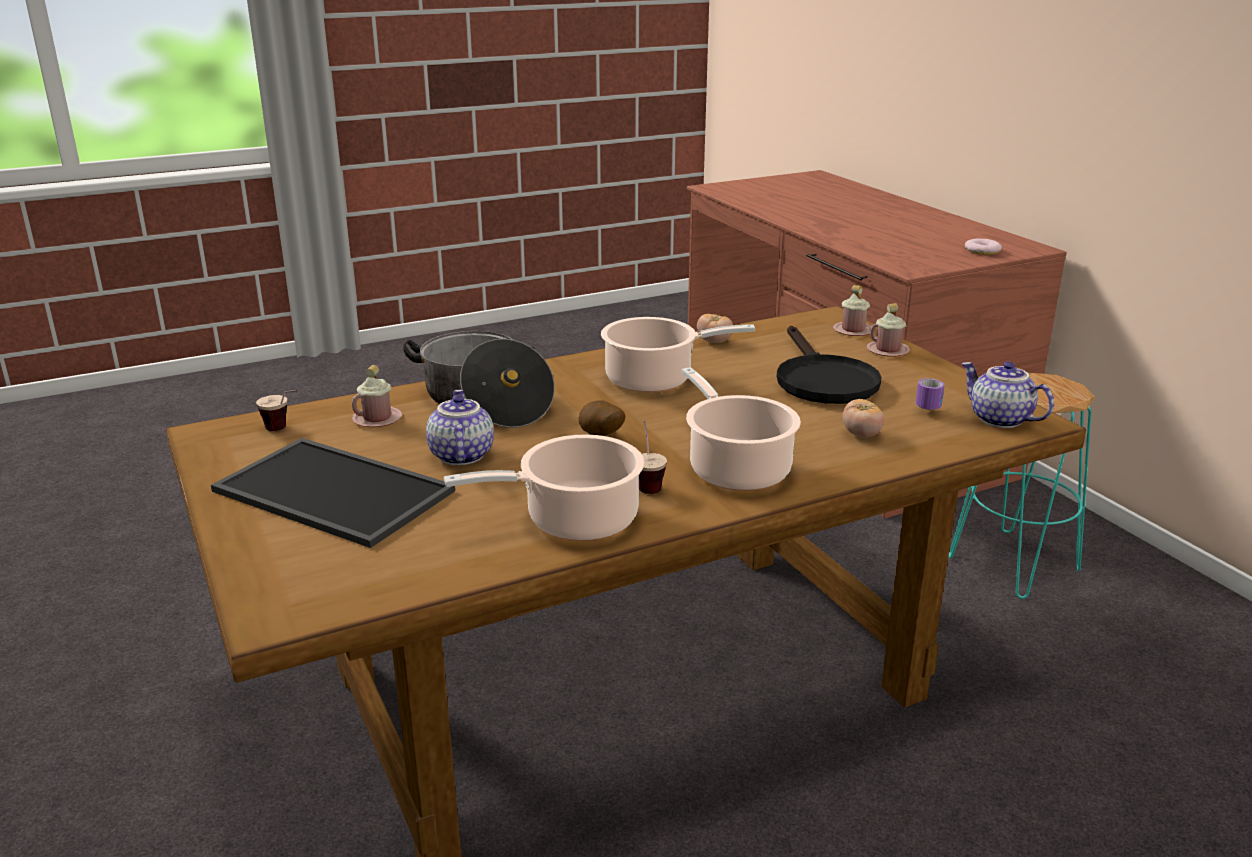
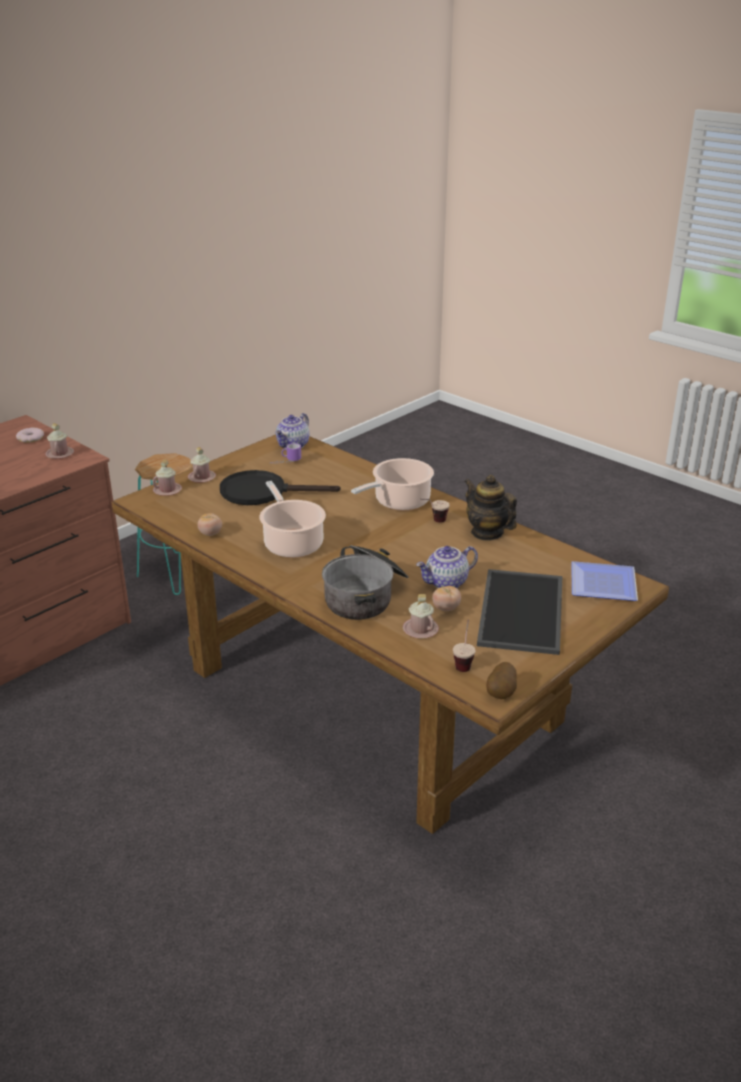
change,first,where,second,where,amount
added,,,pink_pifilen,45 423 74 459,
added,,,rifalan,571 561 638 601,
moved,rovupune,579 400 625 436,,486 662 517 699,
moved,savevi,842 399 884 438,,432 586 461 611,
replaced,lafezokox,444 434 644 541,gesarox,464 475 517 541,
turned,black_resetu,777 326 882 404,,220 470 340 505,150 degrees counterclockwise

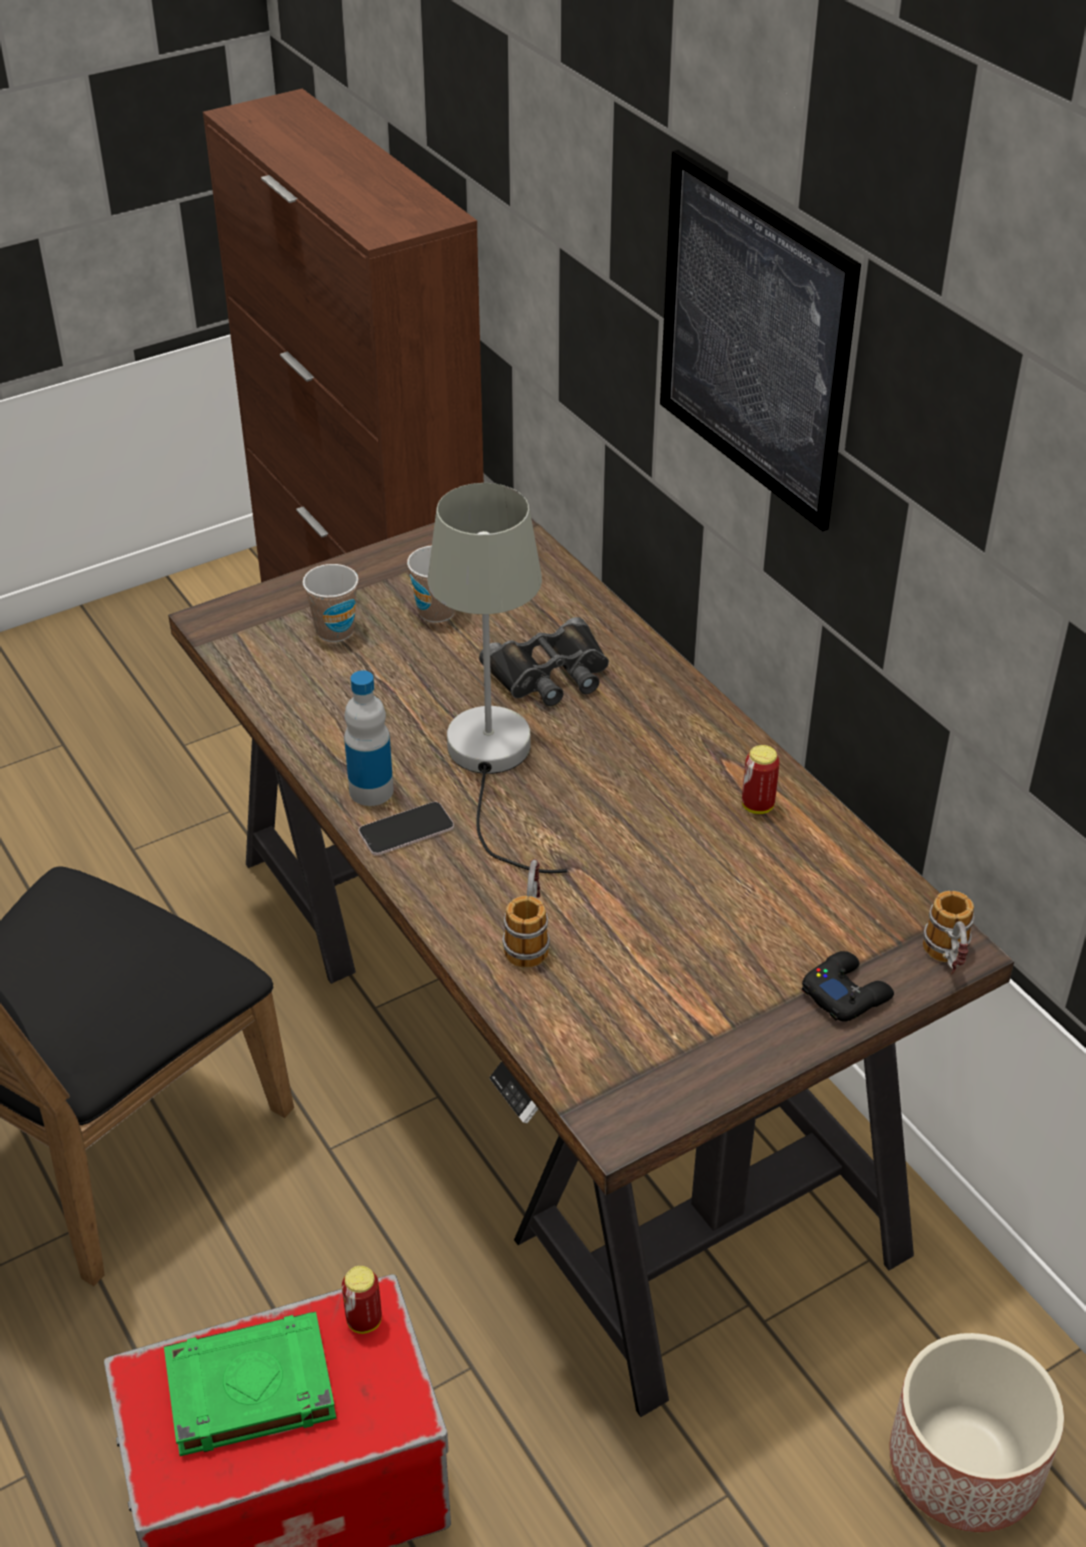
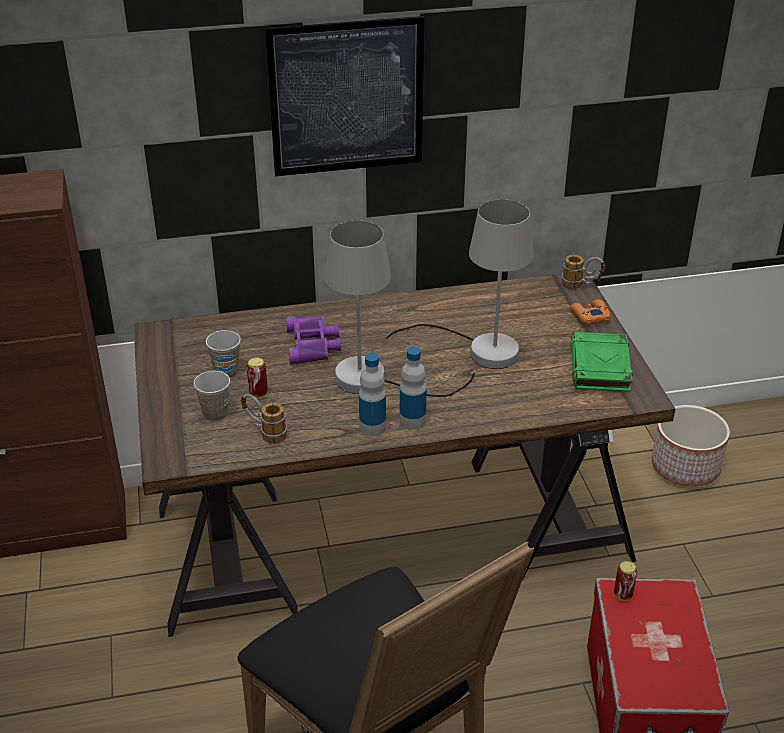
change,first,where,second,where,amount
added,,,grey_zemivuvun,385 199 534 369,
moved,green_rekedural,164 1311 336 1456,,570 332 633 392,
moved,pifilen,502 859 550 968,,241 394 287 444,
moved,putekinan,742 745 780 814,,247 358 268 399,
replaced,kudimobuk,358 802 454 856,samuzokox,400 347 427 430,
recoloured,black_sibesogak,479 617 609 706,purple_sibesogak,286 316 341 365,
recoloured,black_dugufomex,802 951 894 1022,orange_dugufomex,570 299 611 324,

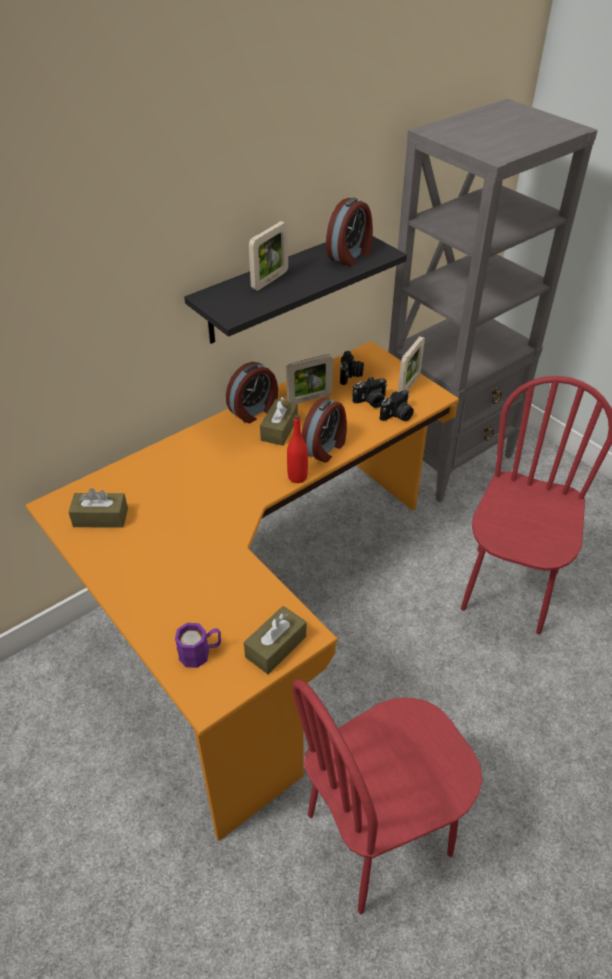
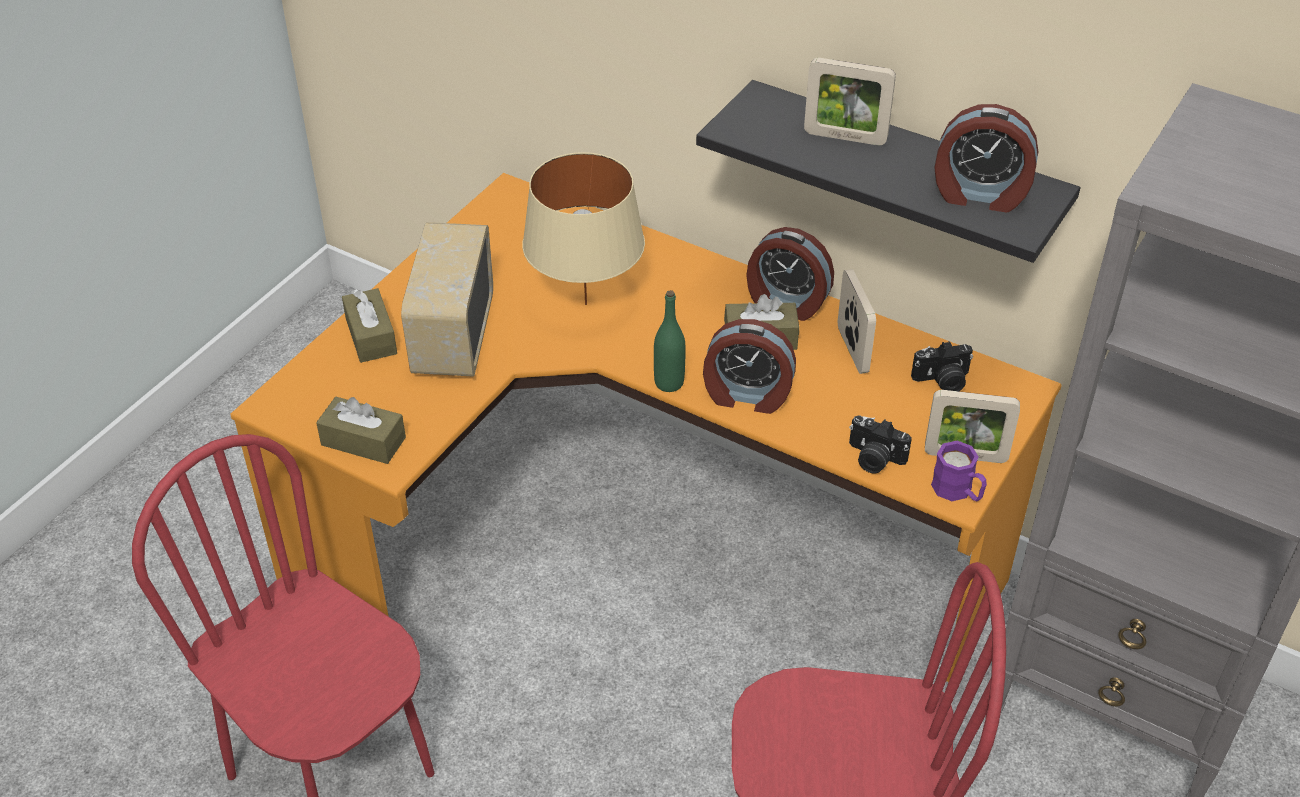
change,first,where,second,where,amount
removed,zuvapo,352 377 387 408,,,
added,,,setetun,401 222 493 377,
added,,,beige_zemivuvun,522 152 645 305,
moved,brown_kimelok,68 488 128 527,,342 288 397 363,
moved,purple_pifilen,175 623 221 668,,931 441 987 501,
recoloured,red_samuzokox,287 415 308 483,green_samuzokox,654 290 686 392,
turned,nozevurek,286 354 333 404,,838 269 876 374,150 degrees counterclockwise

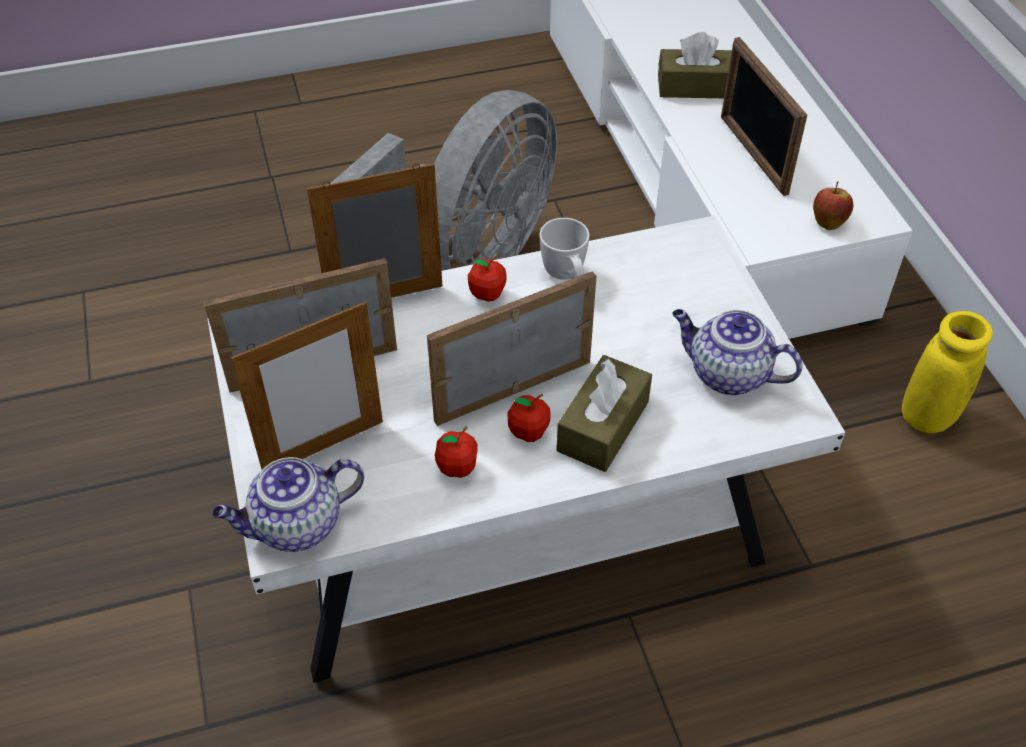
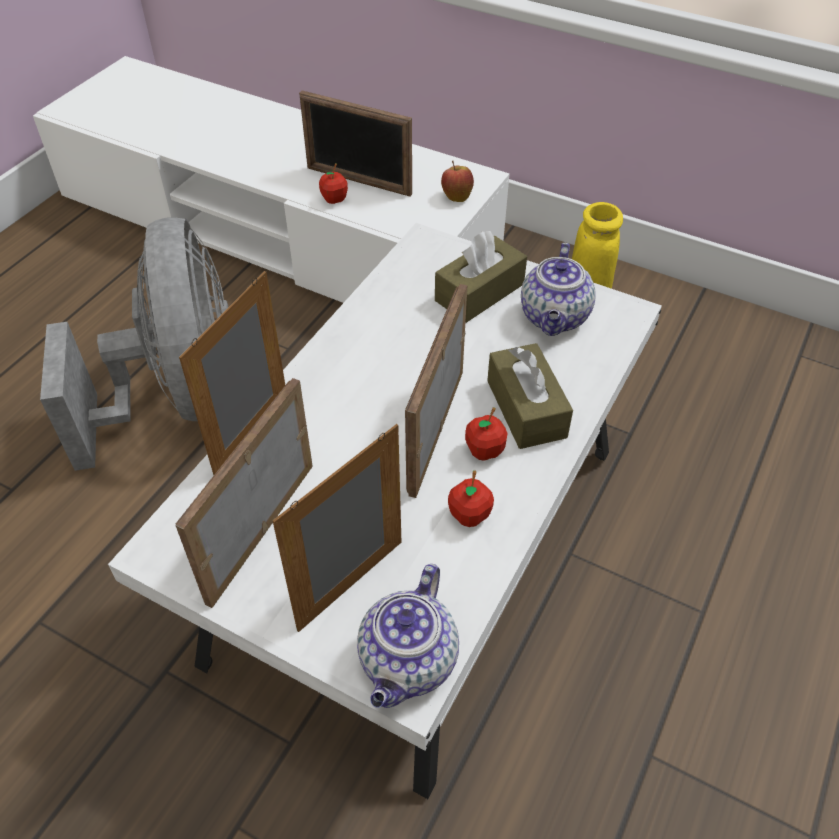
change,first,where,second,where,amount
removed,white_pifilen,540 218 590 280,,,
moved,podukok,468 254 507 302,,319 163 348 204,
moved,brown_kimelok,658 32 732 98,,435 231 527 323,
turned,nozevurek,231 301 383 470,,273 424 401 632,150 degrees counterclockwise
turned,gesarox,672 309 803 396,,521 243 596 336,60 degrees counterclockwise

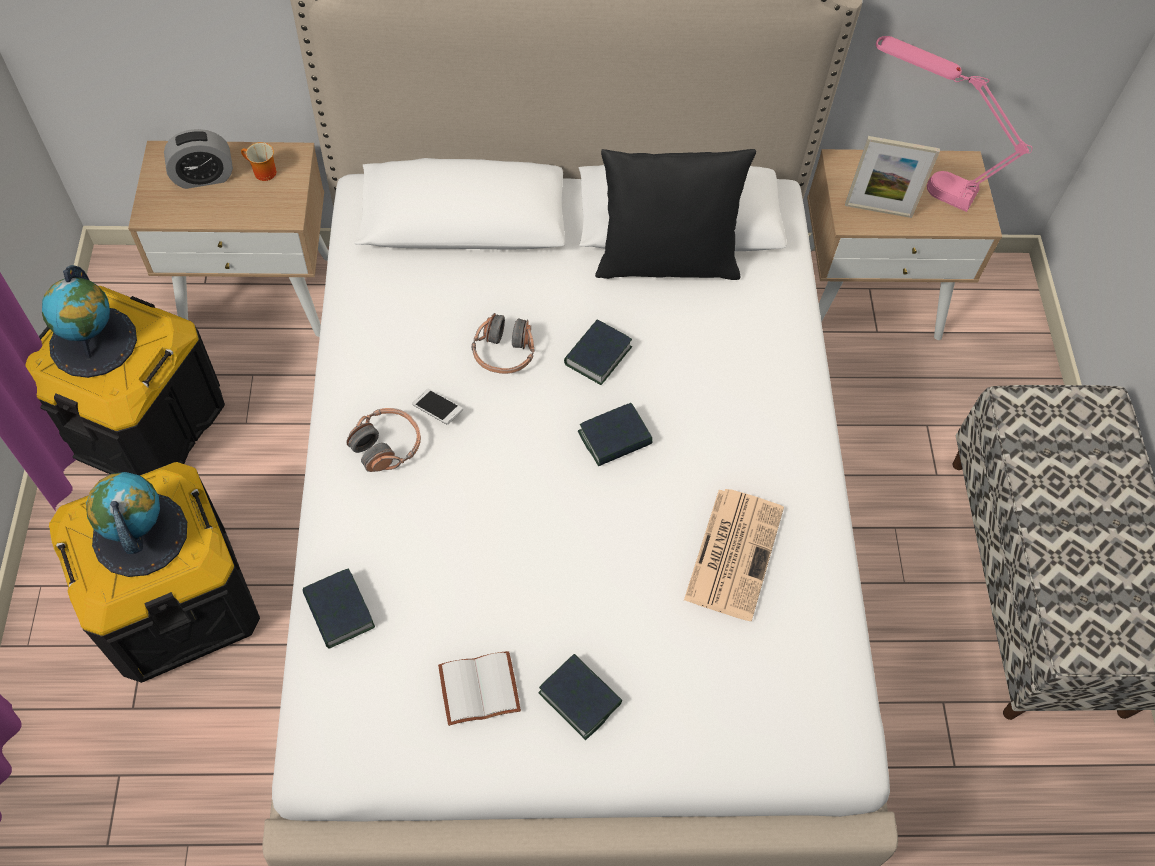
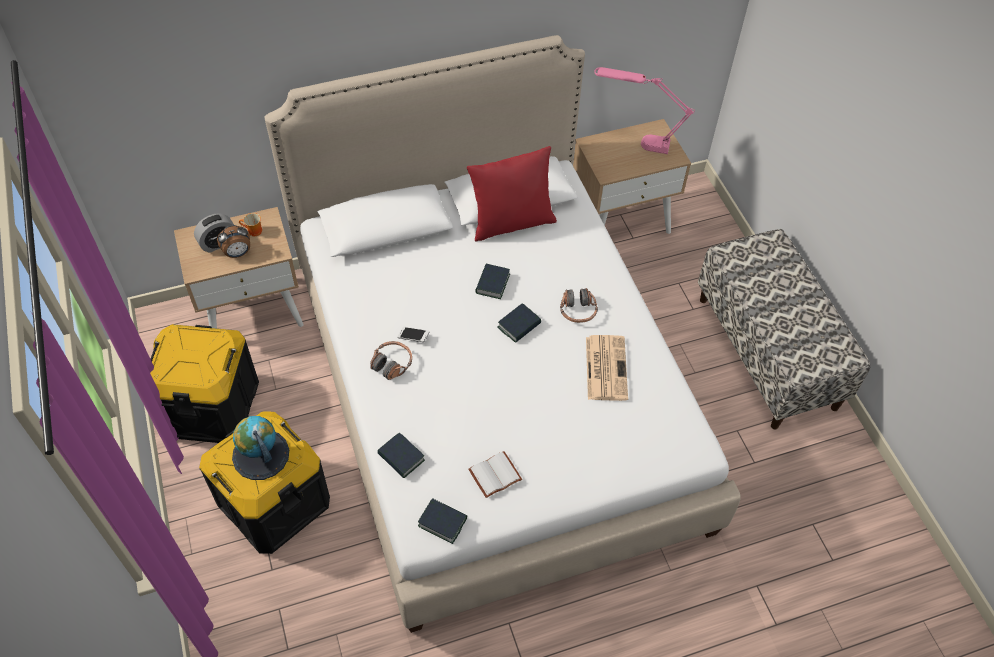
change,first,where,second,where,amount
removed,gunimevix,42 265 137 378,,,
removed,nozevurek,845 136 940 218,,,
added,,,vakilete,217 225 250 258,
moved,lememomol,472 313 535 374,,560 288 598 323,
moved,rekedural,539 654 622 740,,418 498 467 544,
recoloured,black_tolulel,595 149 756 280,red_tolulel,467 146 557 241,

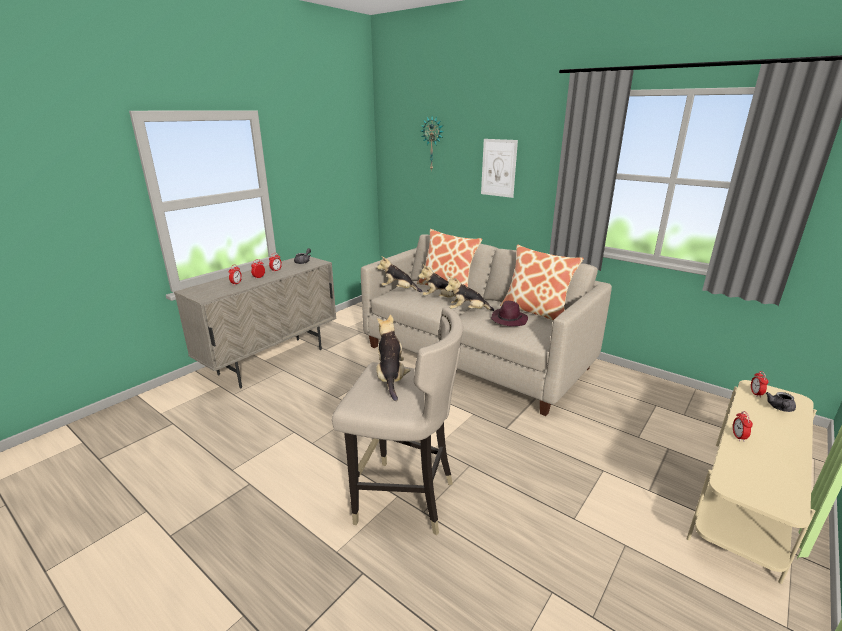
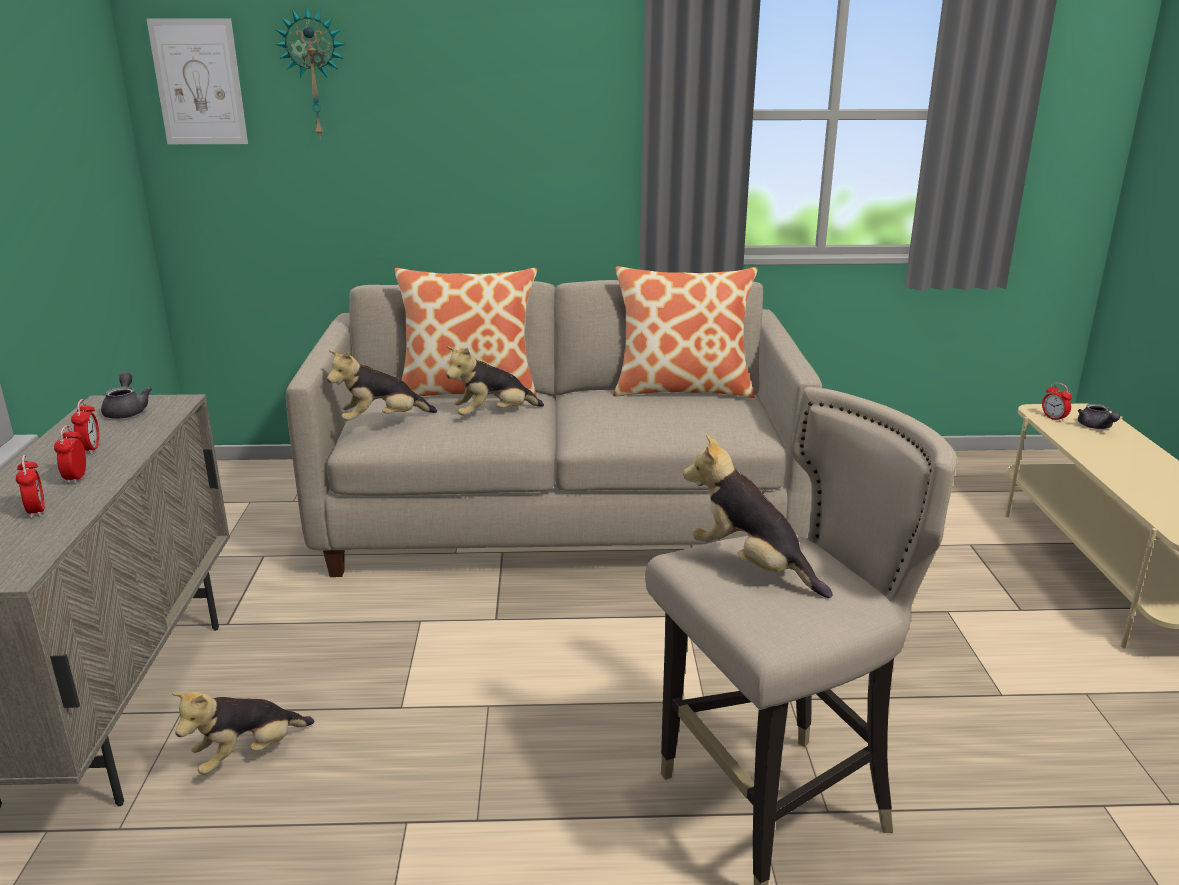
change,first,where,second,where,amount
removed,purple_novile,491 301 528 326,,,
removed,vakilete,733 411 753 441,,,
moved,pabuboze,445 276 494 311,,172 692 315 775,
moved,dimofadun,481 139 518 198,,147 19 248 144,

